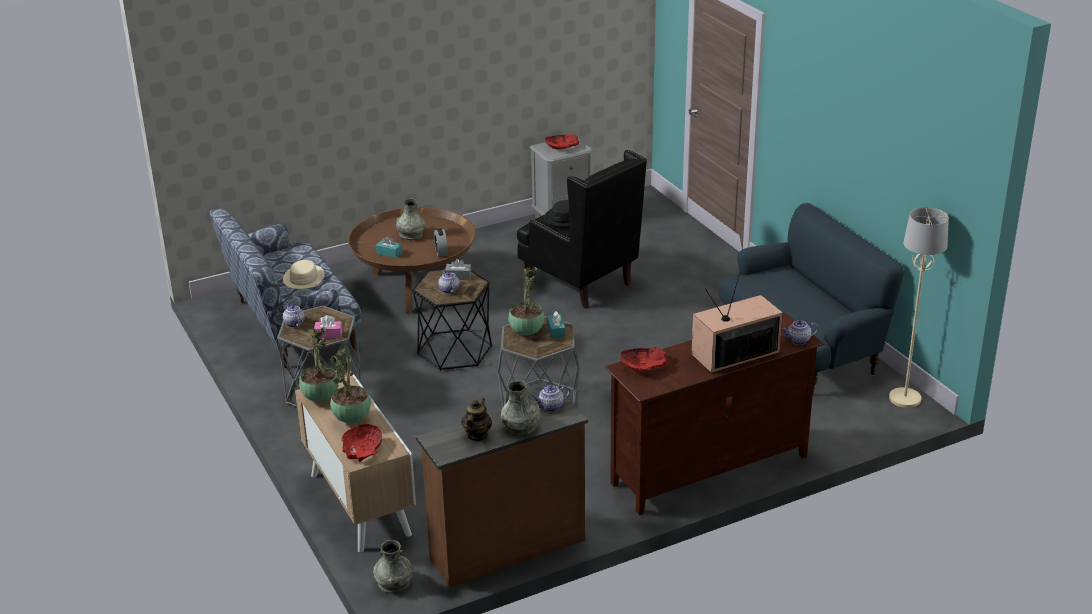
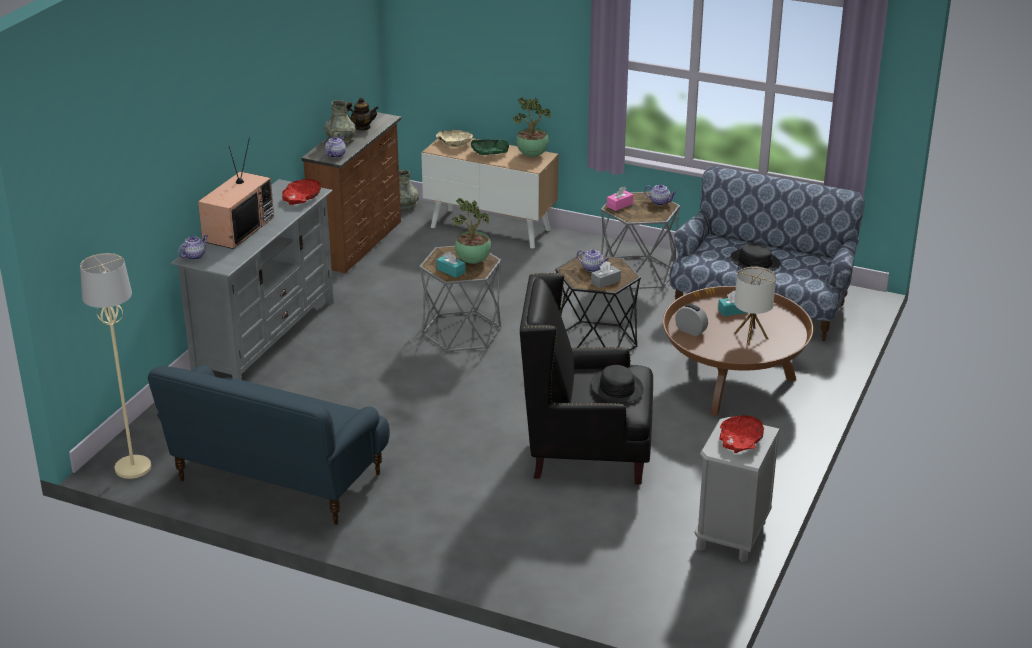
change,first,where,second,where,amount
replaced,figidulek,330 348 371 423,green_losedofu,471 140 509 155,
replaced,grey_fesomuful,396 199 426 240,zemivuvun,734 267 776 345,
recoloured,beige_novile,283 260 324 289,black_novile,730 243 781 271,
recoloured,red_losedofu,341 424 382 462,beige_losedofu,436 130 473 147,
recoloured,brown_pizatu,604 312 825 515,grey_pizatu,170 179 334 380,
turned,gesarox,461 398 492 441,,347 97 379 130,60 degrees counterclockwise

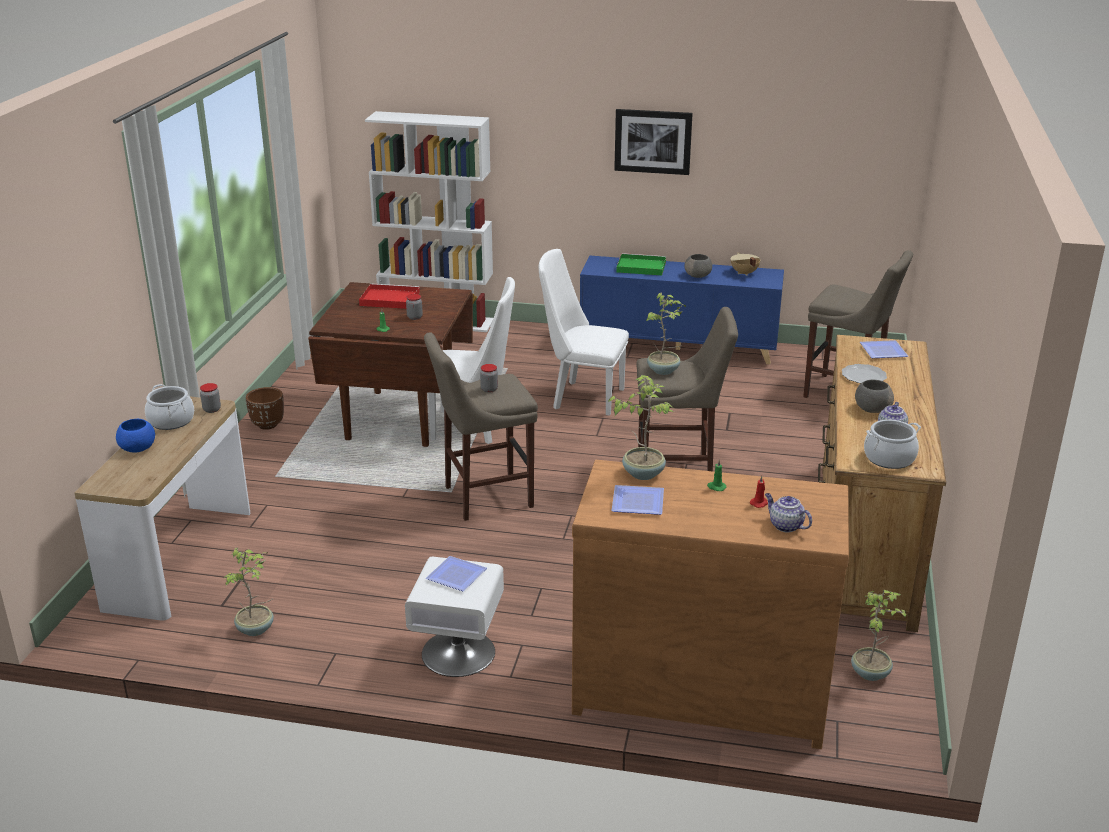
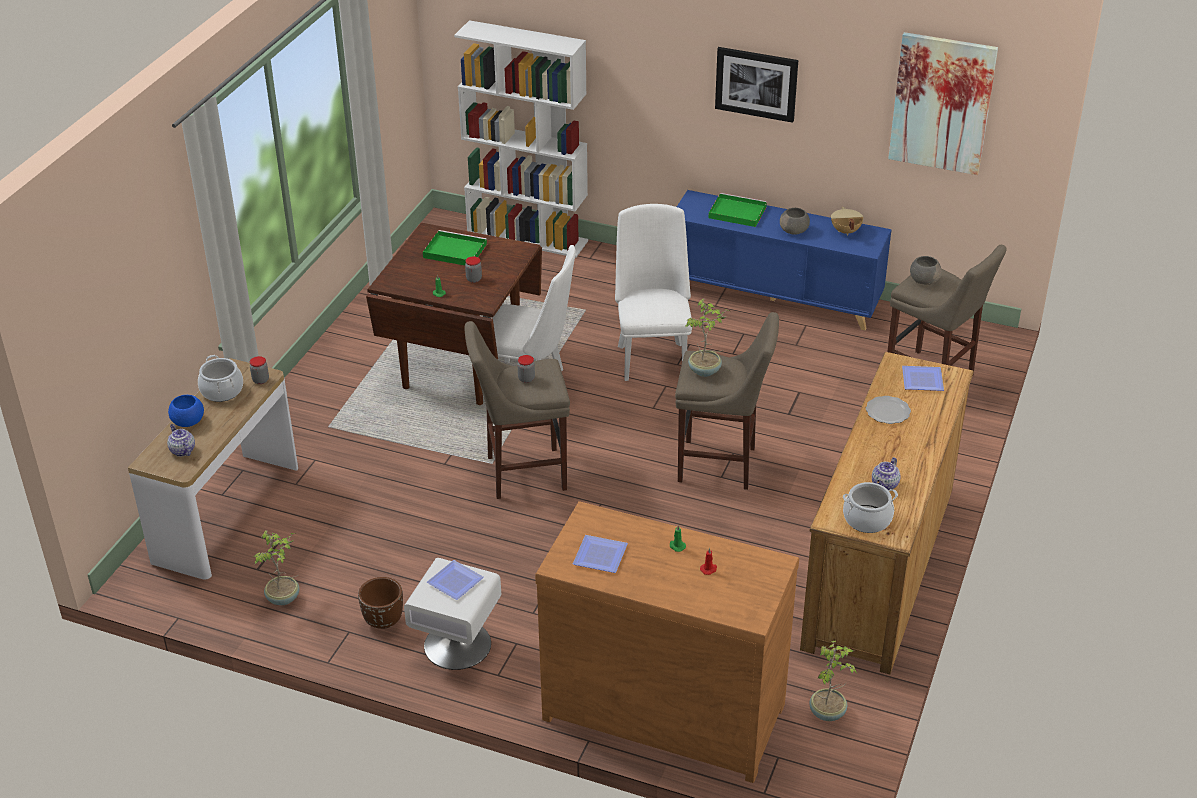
change,first,where,second,where,amount
removed,figidulek,608 375 674 480,,,
added,,,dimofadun,888 32 998 175,
moved,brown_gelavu,246 387 284 430,,358 577 403 629,
moved,gesarox,765 493 812 532,,167 424 195 456,
moved,grey_losedofu,855 380 894 413,,910 256 942 285,
recoloured,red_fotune,359 283 420 309,green_fotune,423 230 487 265,
turned,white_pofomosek,539 249 629 416,,615 204 692 381,60 degrees clockwise

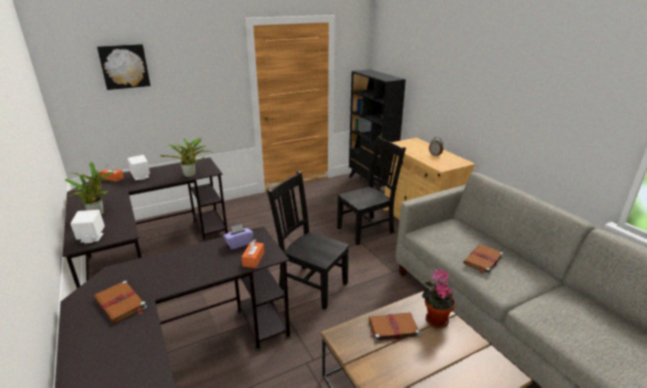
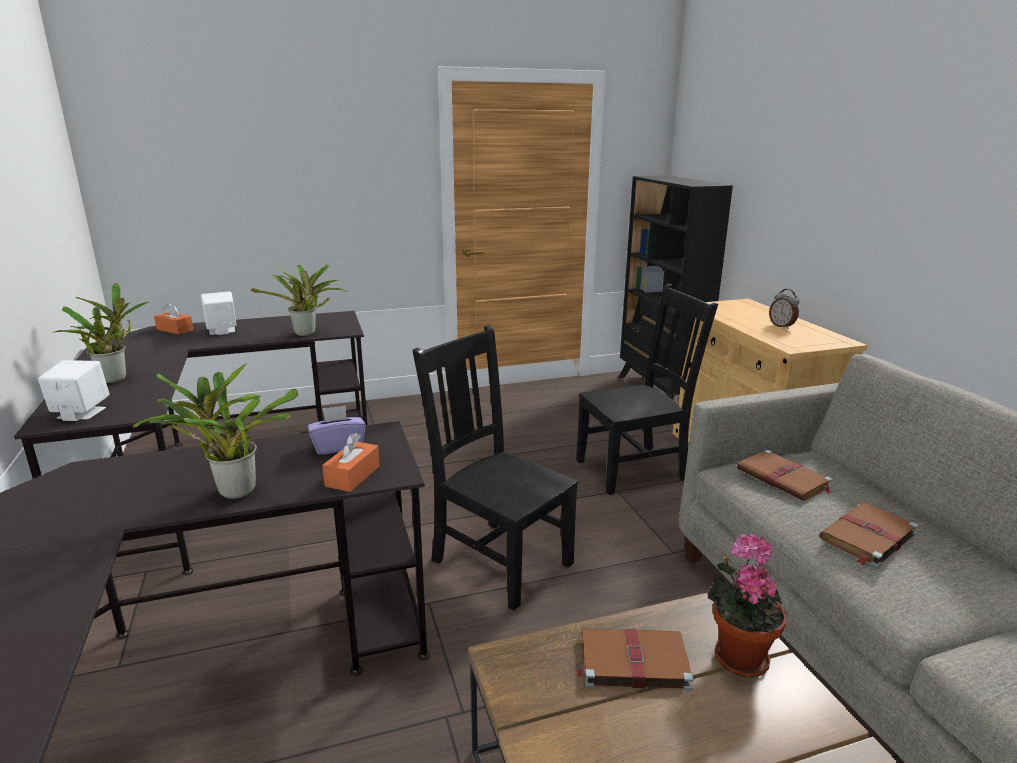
change,first,where,second,where,amount
removed,dimofadun,97 44 150 90,,,
added,,,figidulek,133 363 299 499,
moved,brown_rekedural,94 281 147 324,,737 450 833 500,

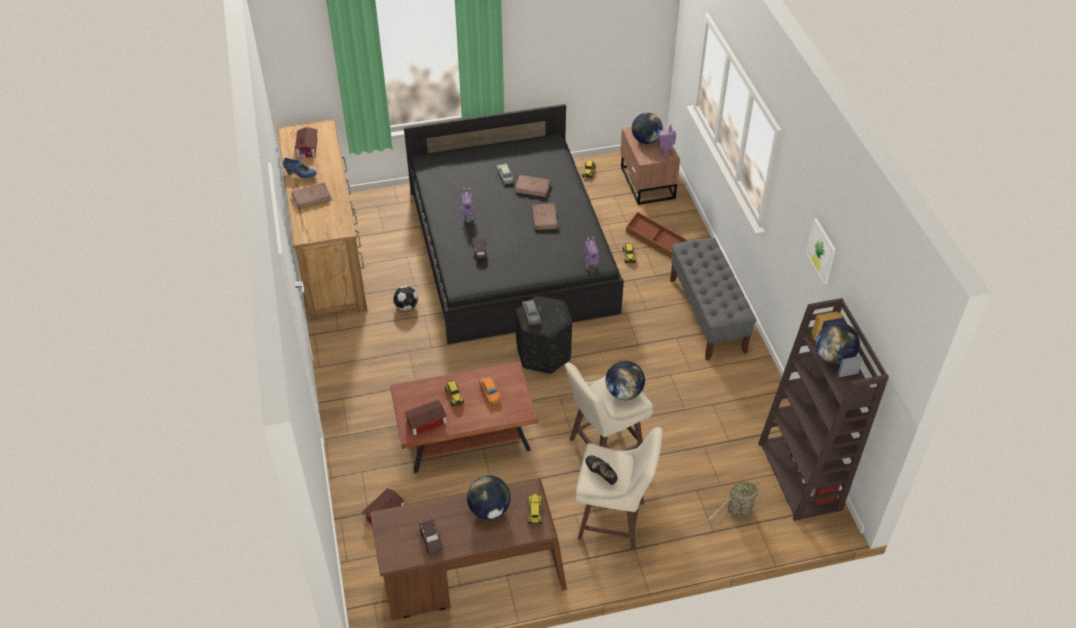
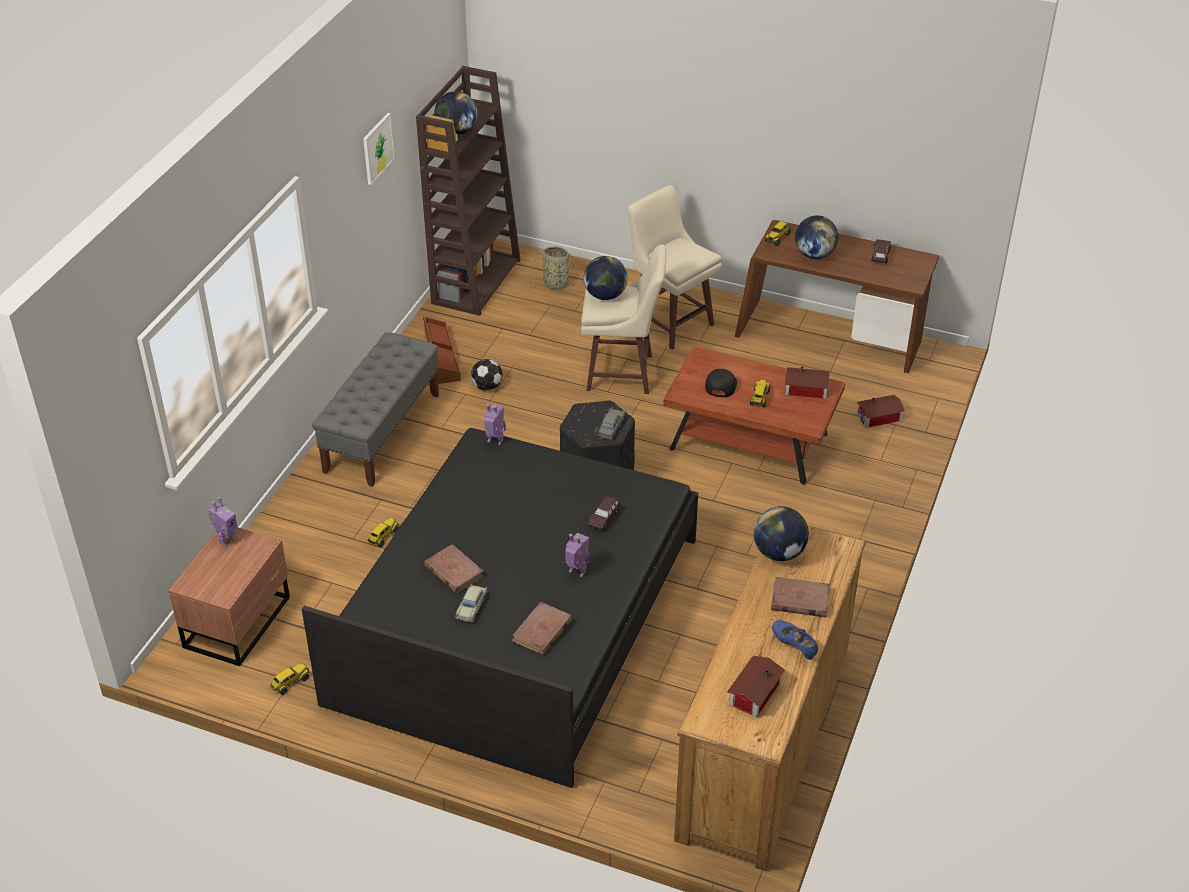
change,first,where,second,where,amount
removed,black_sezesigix,586 455 618 485,,,
moved,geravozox,393 286 418 311,,471 359 503 391,
moved,brown_rekedural,532 203 558 230,,512 602 572 655,
moved,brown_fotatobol,626 212 688 258,,423 316 461 384,
moved,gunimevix,632 113 663 144,,754 506 809 561,
replaced,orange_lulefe,479 376 502 405,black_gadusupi,705 369 737 397,

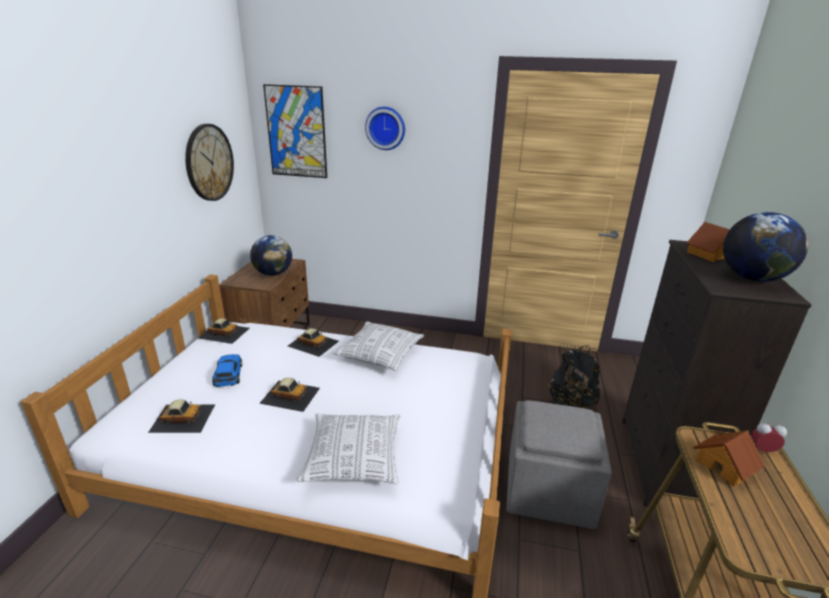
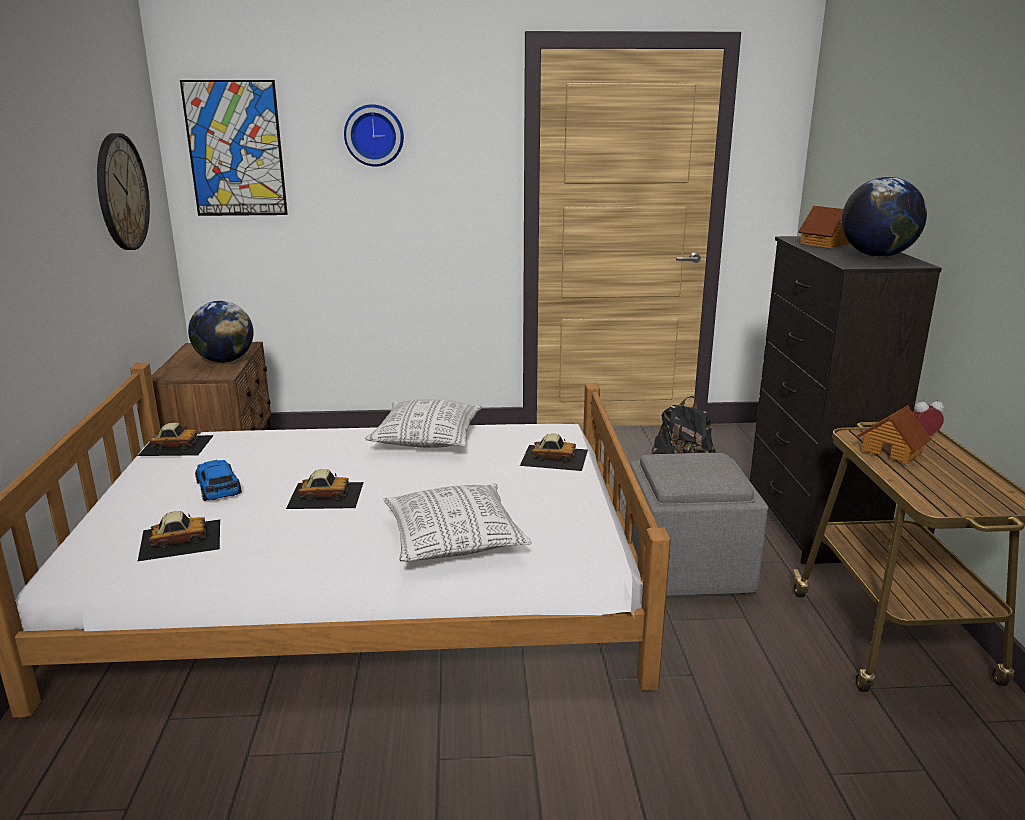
change,first,where,second,where,amount
moved,lulefe,288 328 339 357,,520 434 588 471,

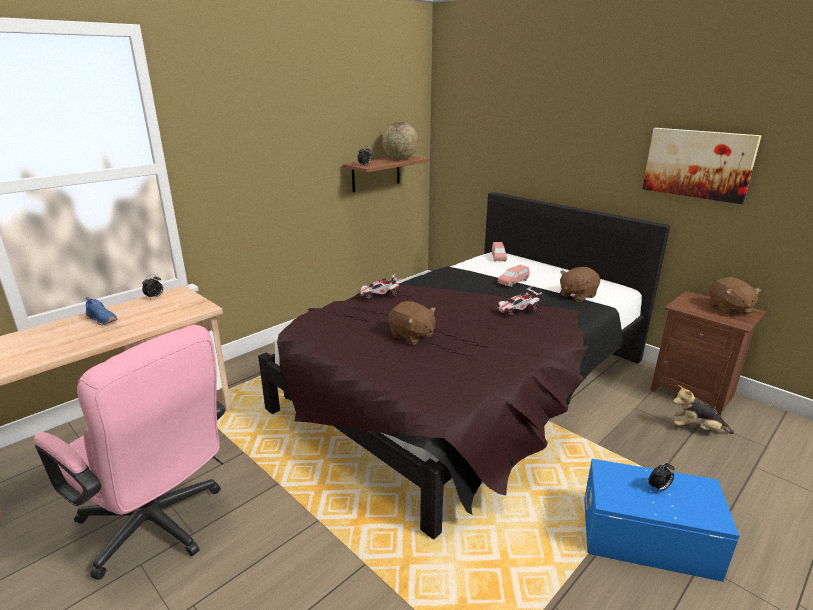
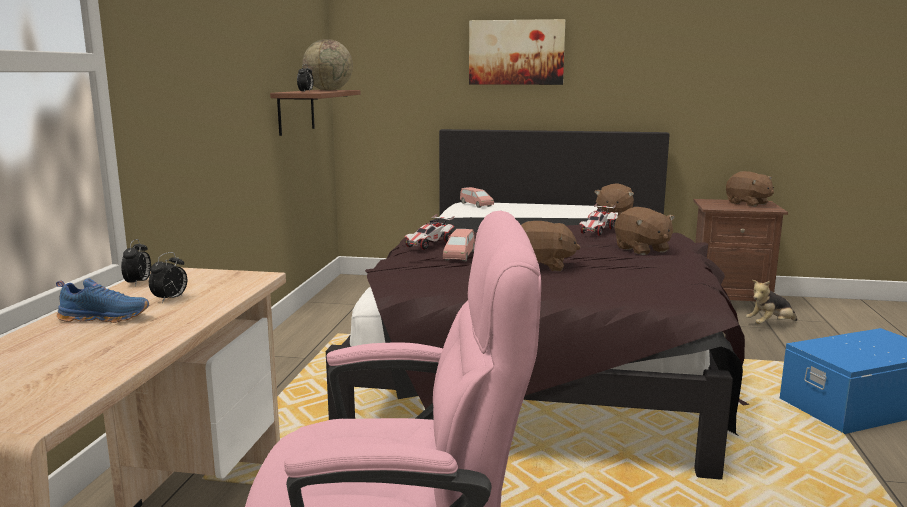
change,first,where,second,where,amount
added,,,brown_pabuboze,615 207 675 255,
moved,pink_lulefe,497 265 529 287,,443 229 475 261,
moved,dimofadun,642 128 762 204,,469 19 565 85,
moved,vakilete,648 462 675 492,,149 252 187 303,

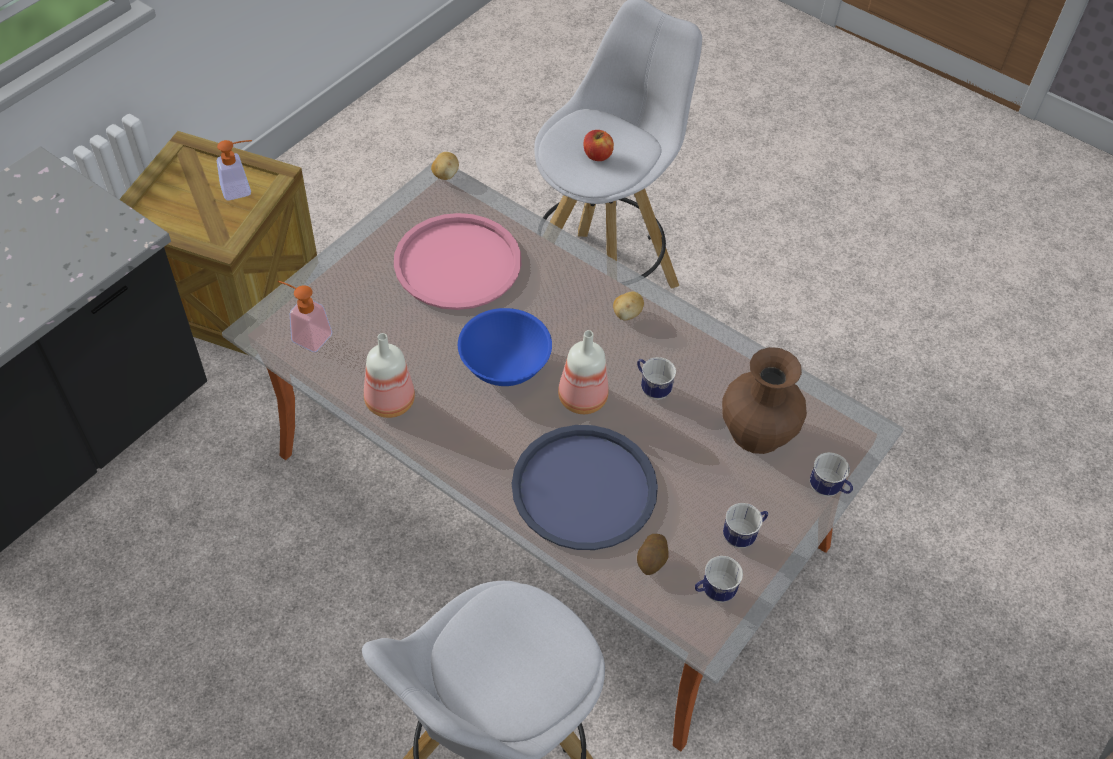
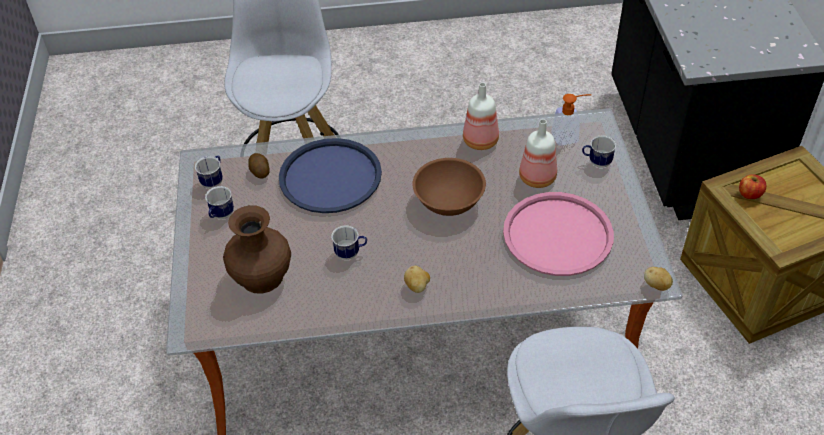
change,first,where,second,where,amount
removed,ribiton,217 140 252 201,,,
moved,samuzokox,558 330 609 414,,519 119 557 188,
moved,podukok,584 130 614 161,,739 174 766 199,
moved,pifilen,810 452 853 497,,582 136 616 168,
recoloured,blue_losedofu,458 308 552 386,brown_losedofu,412 158 486 216,

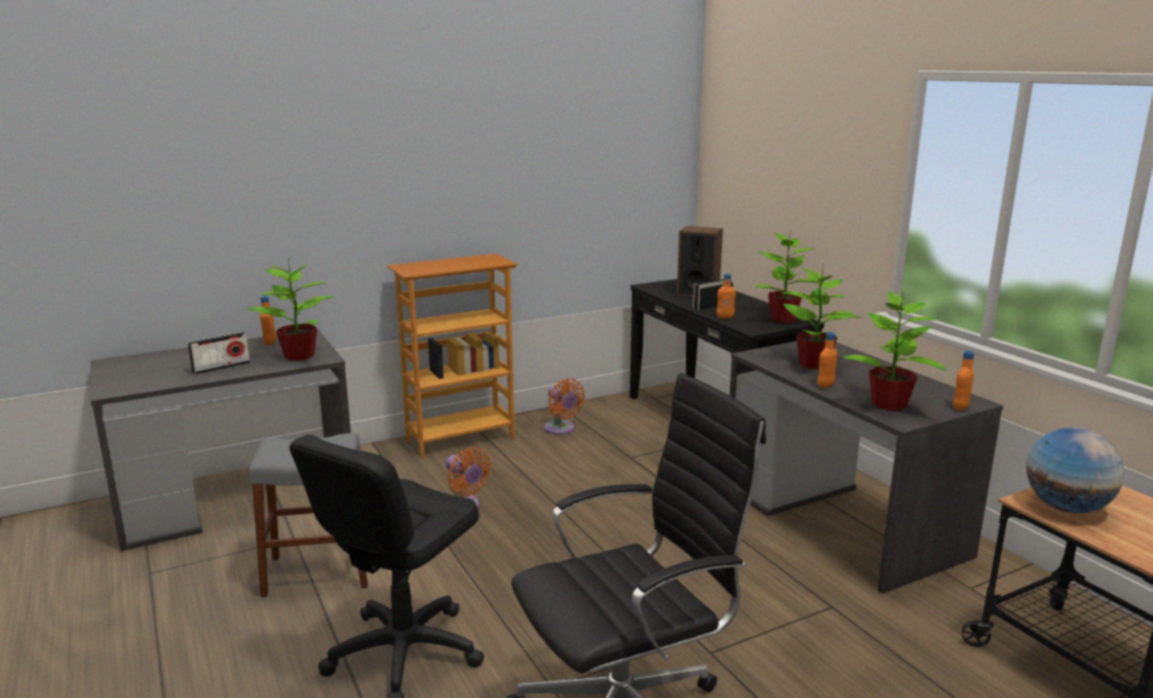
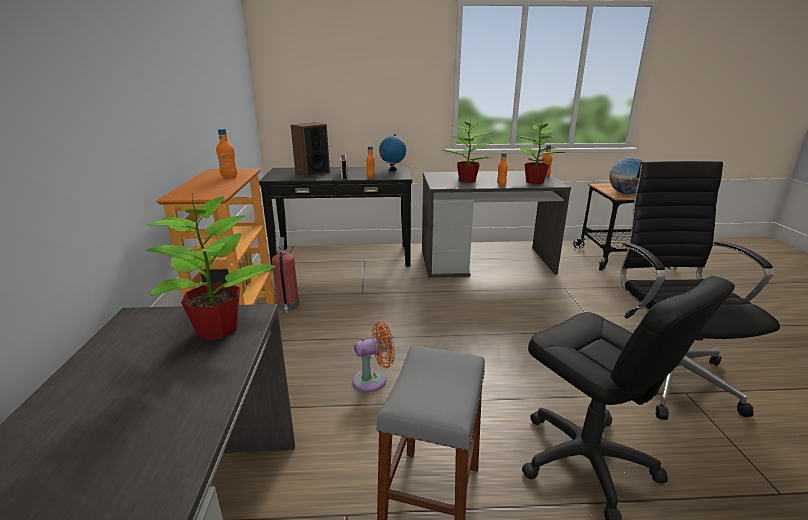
change,first,where,second,where,amount
removed,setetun,188 332 250 375,,,
moved,orange_samuzokox,260 296 276 345,,216 129 238 178,
replaced,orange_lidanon,544 378 585 435,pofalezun,272 237 299 313,
replaced,figidulek,756 233 824 323,gunimevix,379 134 406 171,

